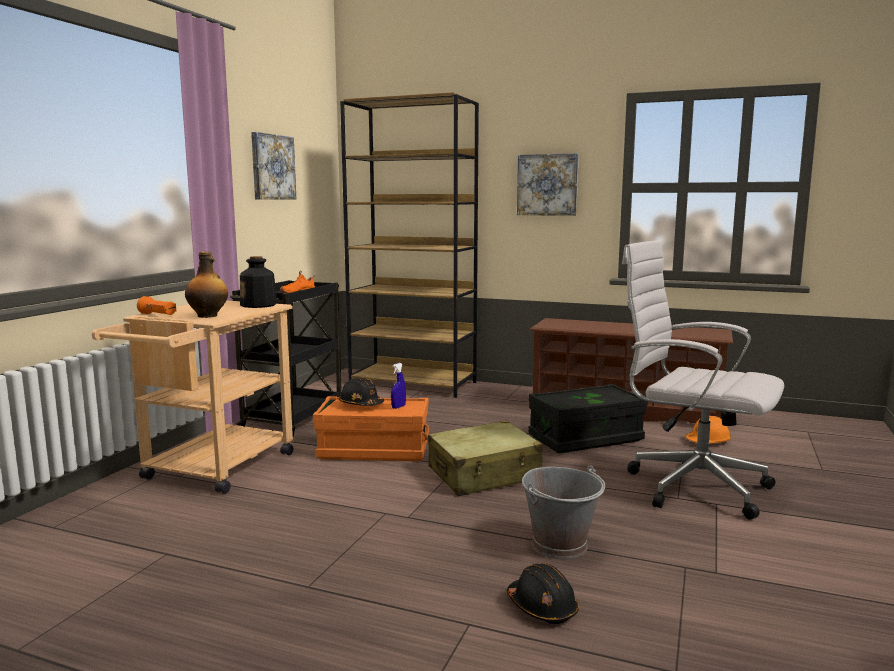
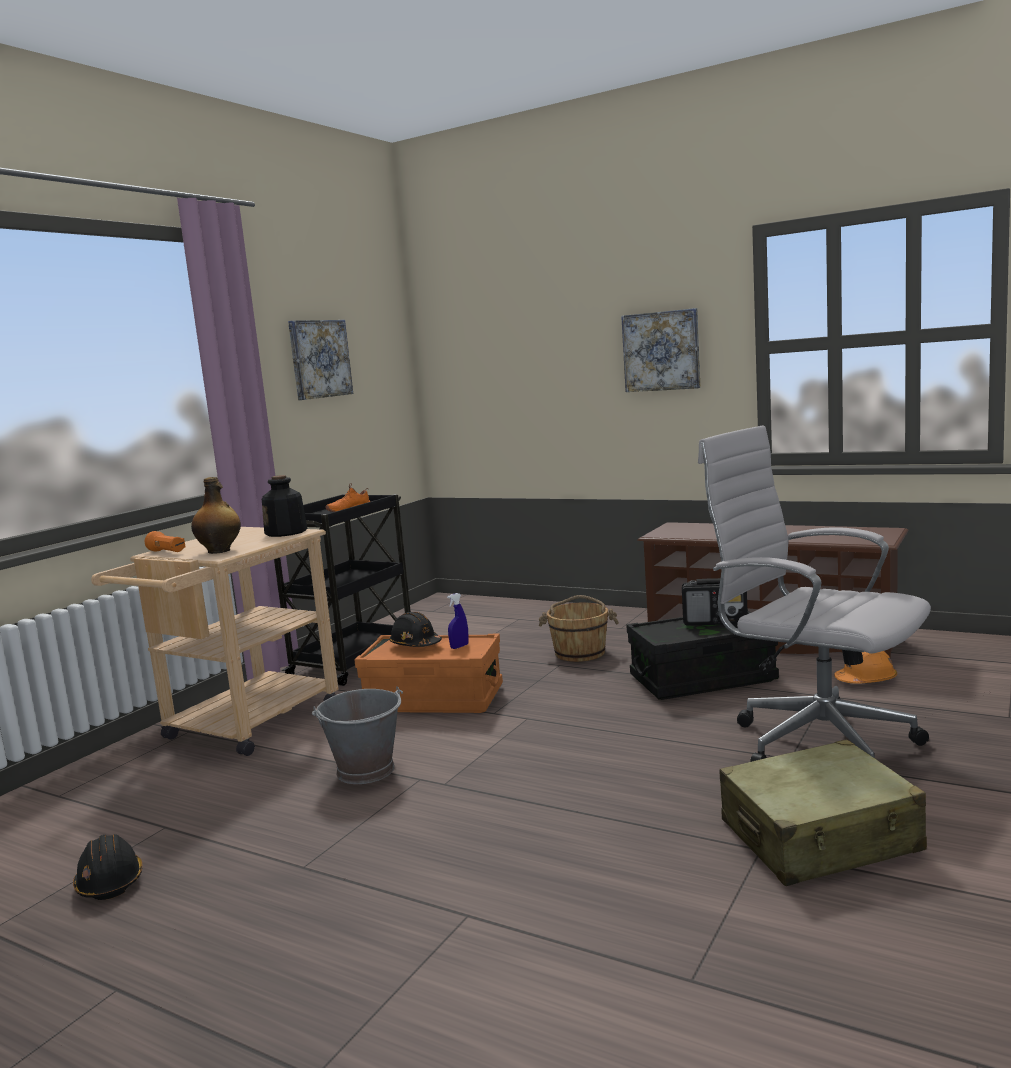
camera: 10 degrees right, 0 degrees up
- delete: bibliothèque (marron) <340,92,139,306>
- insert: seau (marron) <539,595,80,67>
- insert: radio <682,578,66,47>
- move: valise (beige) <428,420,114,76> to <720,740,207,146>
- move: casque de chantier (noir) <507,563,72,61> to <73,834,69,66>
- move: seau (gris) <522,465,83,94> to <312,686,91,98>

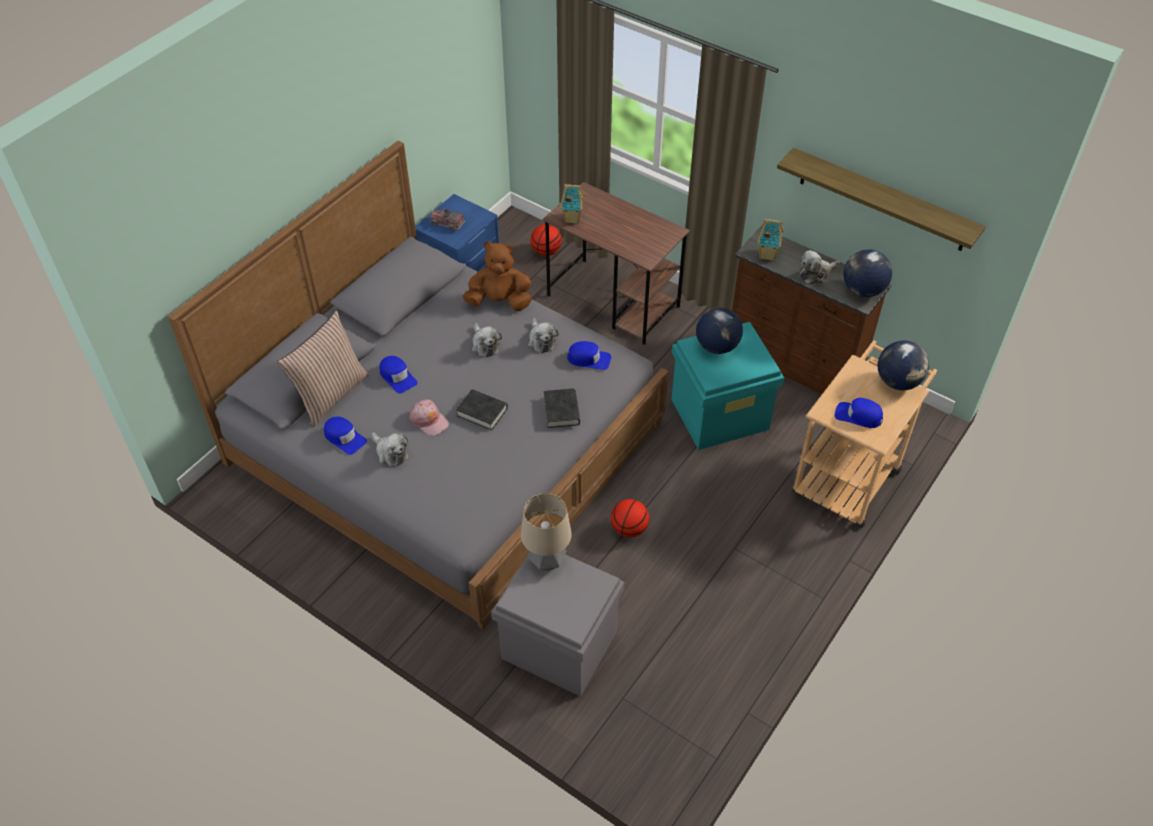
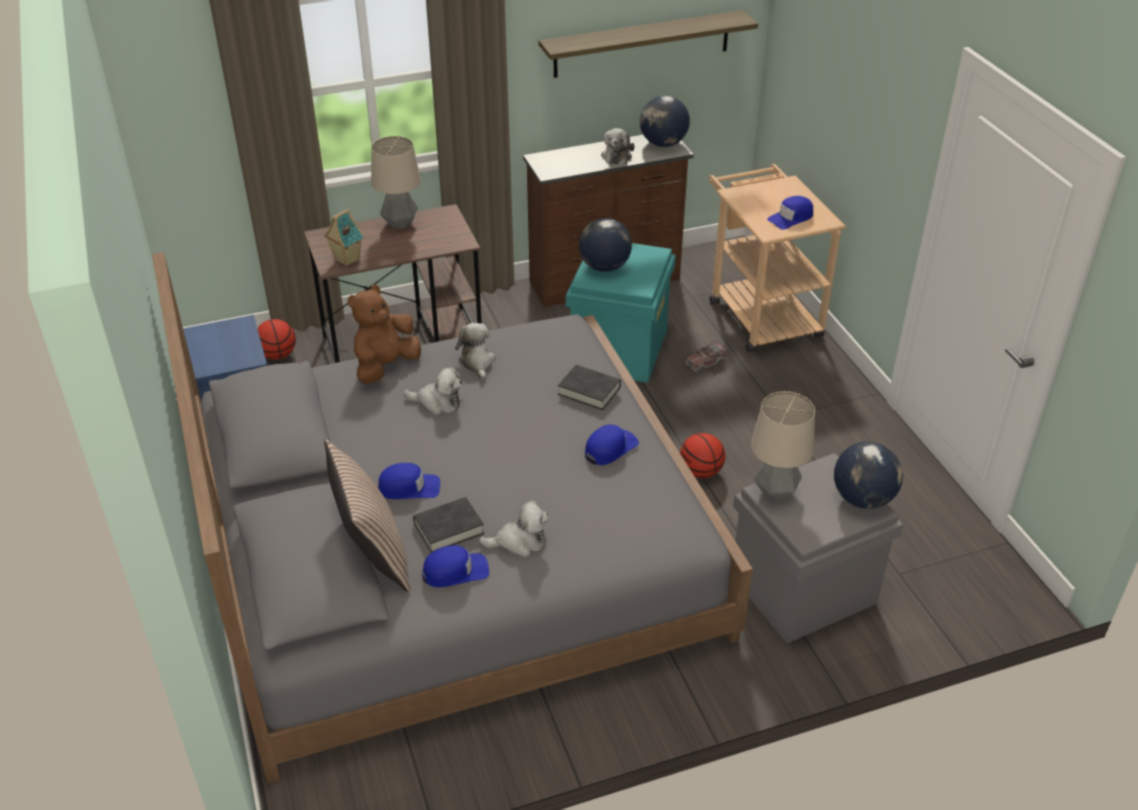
camera: 55 degrees left, 10 degrees down
- delete: casquette (rose) <409,399,40,37>
- delete: maison miniature <757,219,27,42>
- insert: lampe de table <371,136,50,93>
- move: camion jouet <430,209,36,22> to <685,341,43,32>
- move: livre (noir) <456,389,52,42> to <413,497,71,56>
- move: casquette (bleu) <567,341,44,29> to <585,425,54,40>
- move: globe <878,340,51,50> to <834,441,69,68>
- rotate: peluche <528,318,31,35> = <455,323,40,58> 120 degrees counterclockwise

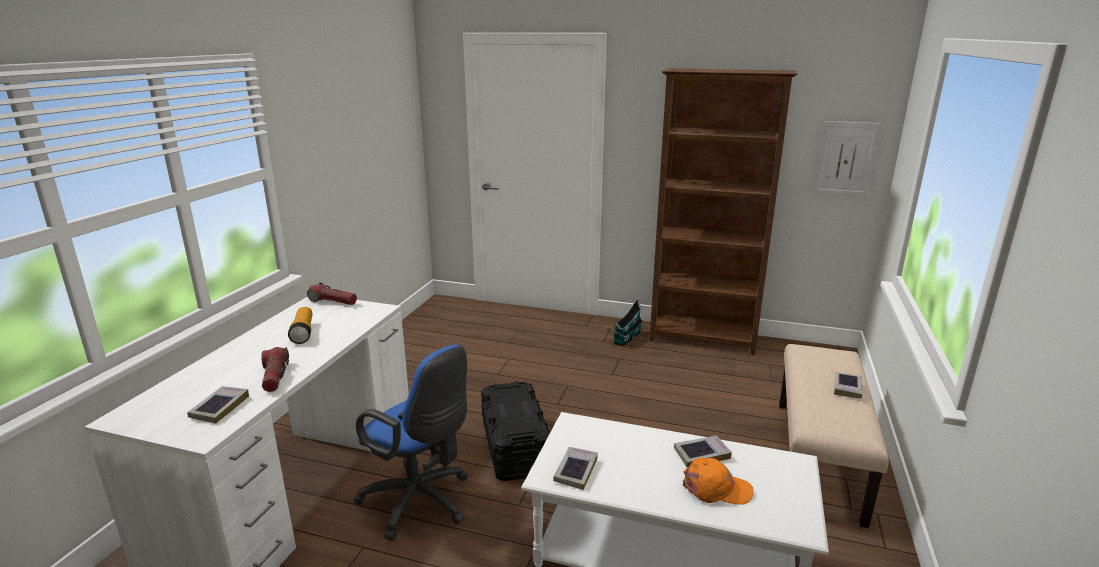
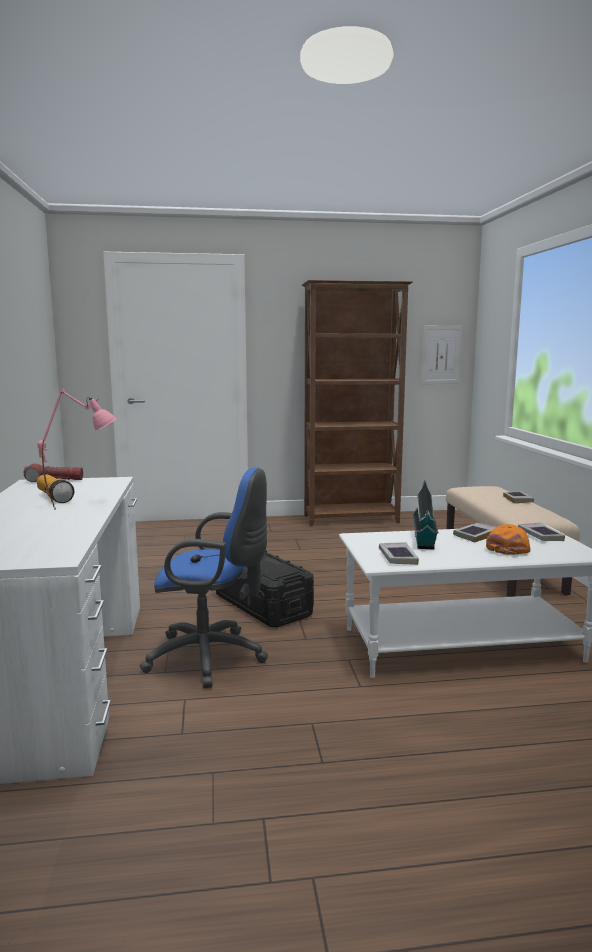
camera: 25 degrees left, 10 degrees down
- delete: lampe de poche <261,347,28,45>
- insert: lampe de table (rose) <37,389,80,121>
- move: livre <187,386,62,38> to <518,523,47,18>
- move: maison miniature <612,299,31,47> to <413,480,26,69>
- rotate: casquette (orange) <683,458,70,47> = <486,524,44,31> 45 degrees counterclockwise

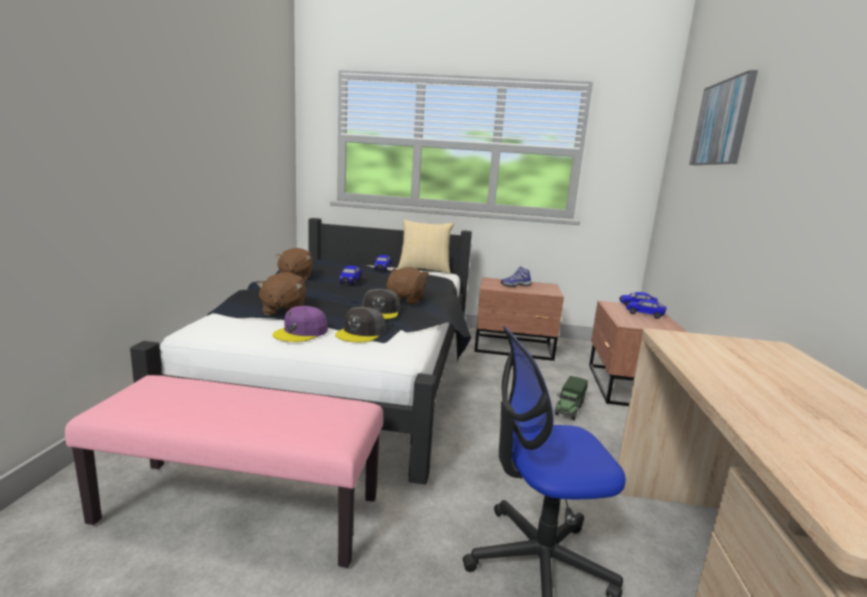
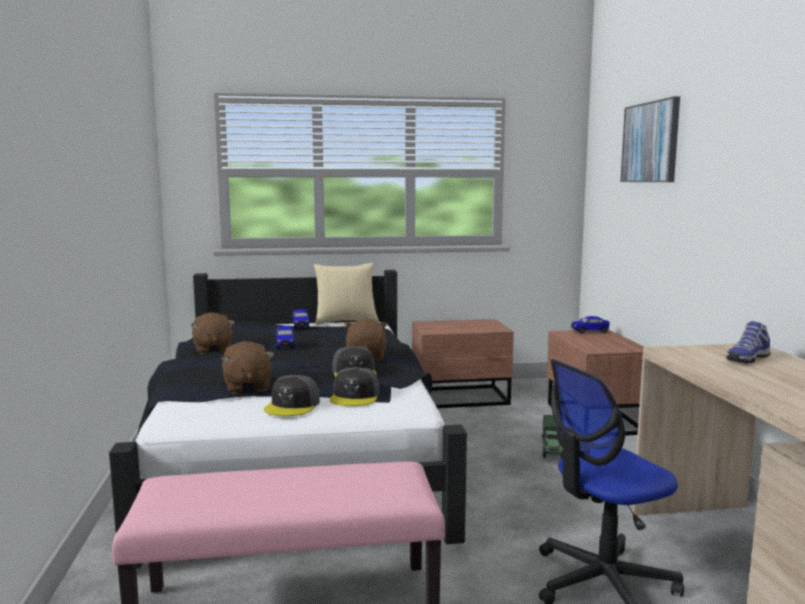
camera: 15 degrees left, 5 degrees down
- delete: petite voiture <626,299,41,20>
- move: chaussure <501,266,31,21> to <726,321,45,43>
- recolor: casquette (violet) <273,306,55,36> to casquette (gris) <264,375,56,41>

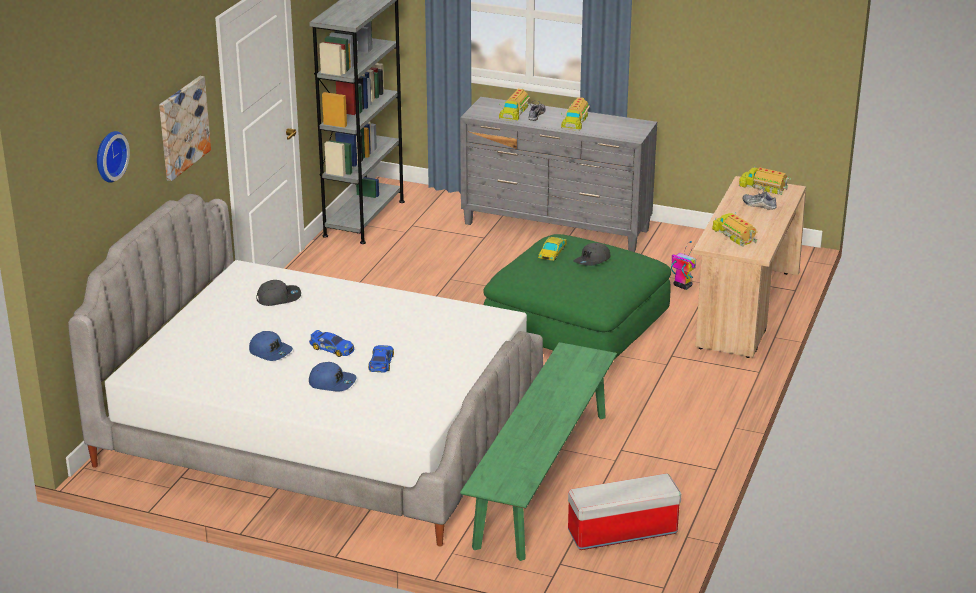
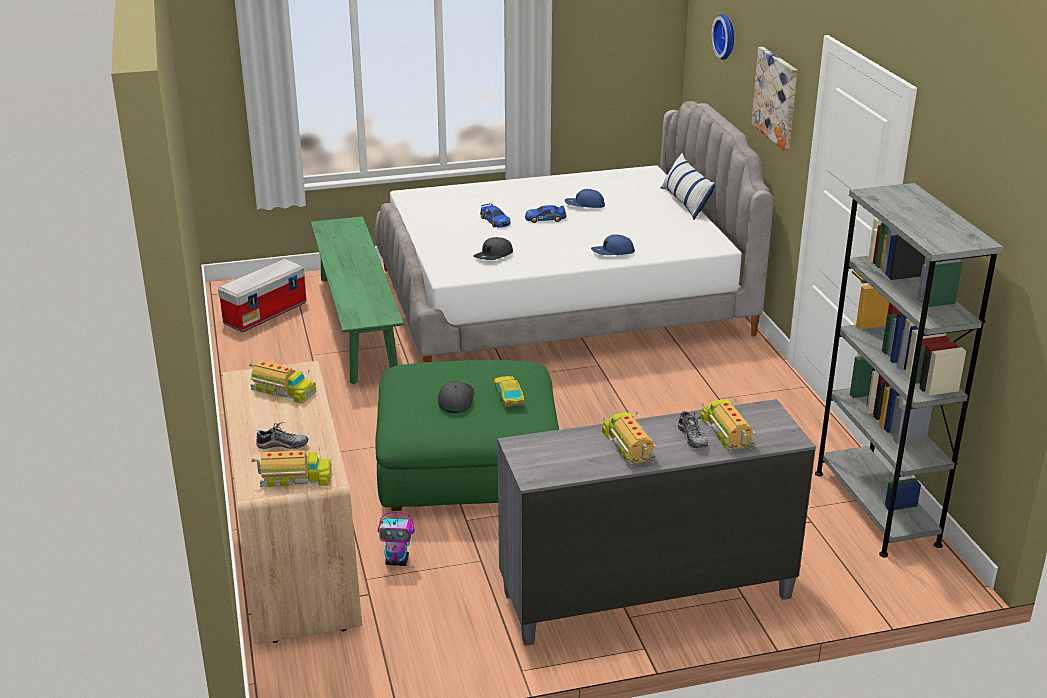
camera: 145 degrees right, 0 degrees up
- insert: coussin <661,152,54,68>
- move: casquette (gris) <256,280,45,26> to <473,237,40,23>
- move: casquette (bleu) <309,362,47,30> to <591,234,44,21>

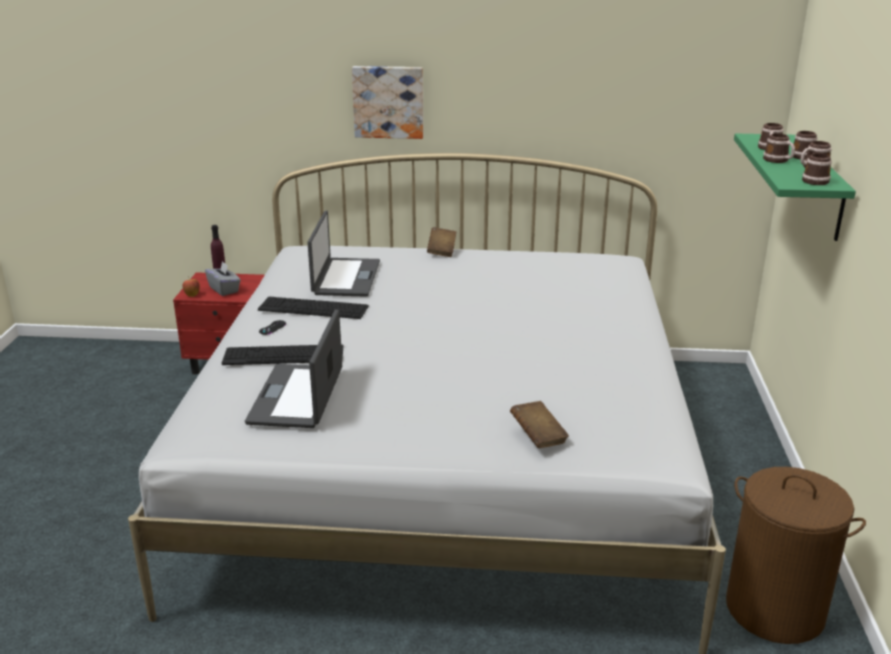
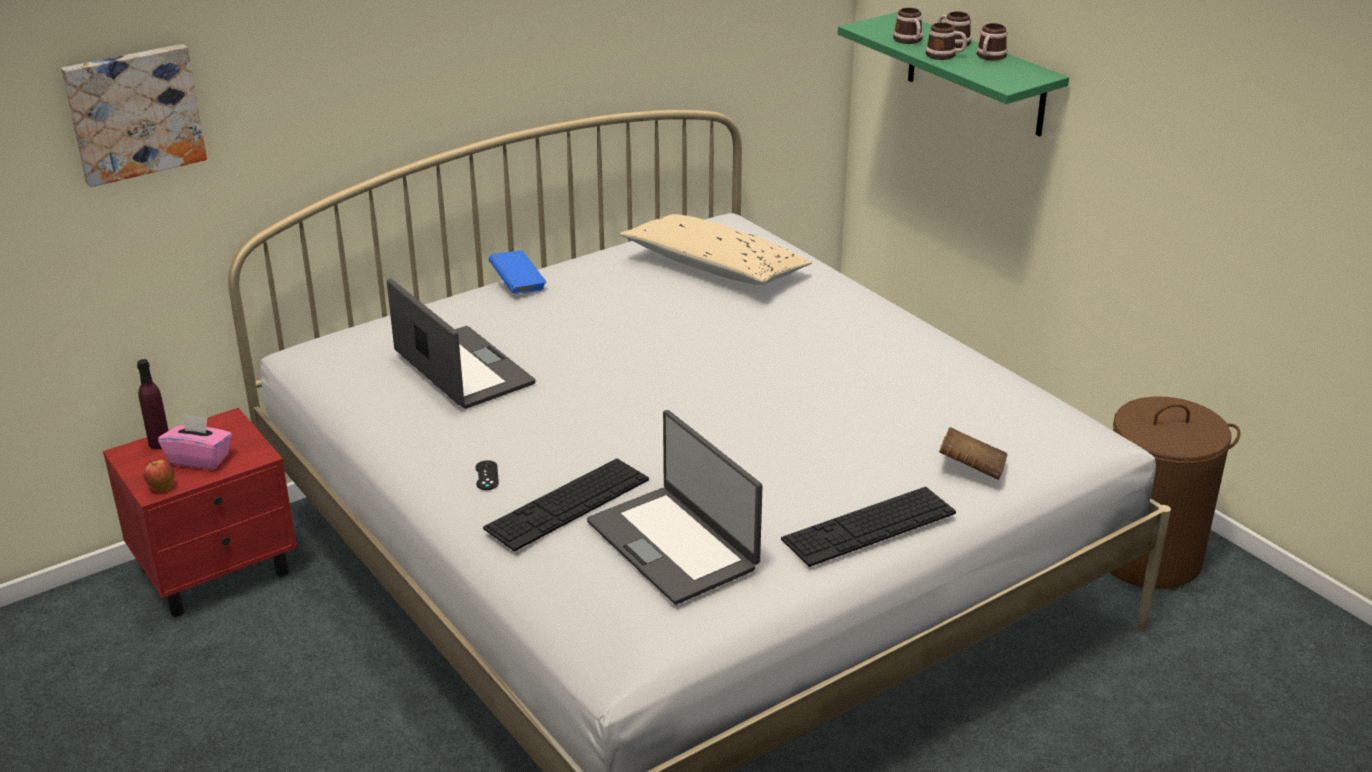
camera: 40 degrees left, 5 degrees up
- delete: mug <802,154,30,31>
- insert: coussin (beige) <620,214,192,71>
- move: clavier <258,297,111,22> to <781,487,175,80>
- move: tableau <352,66,72,73> to <61,44,146,143>
- recolor: boîte à mouchoirs (gris) <205,261,36,35> to boîte à mouchoirs (rose) <158,414,74,56>
- recolor: livre (marron) <427,227,30,30> to livre (bleu) <489,250,57,44>

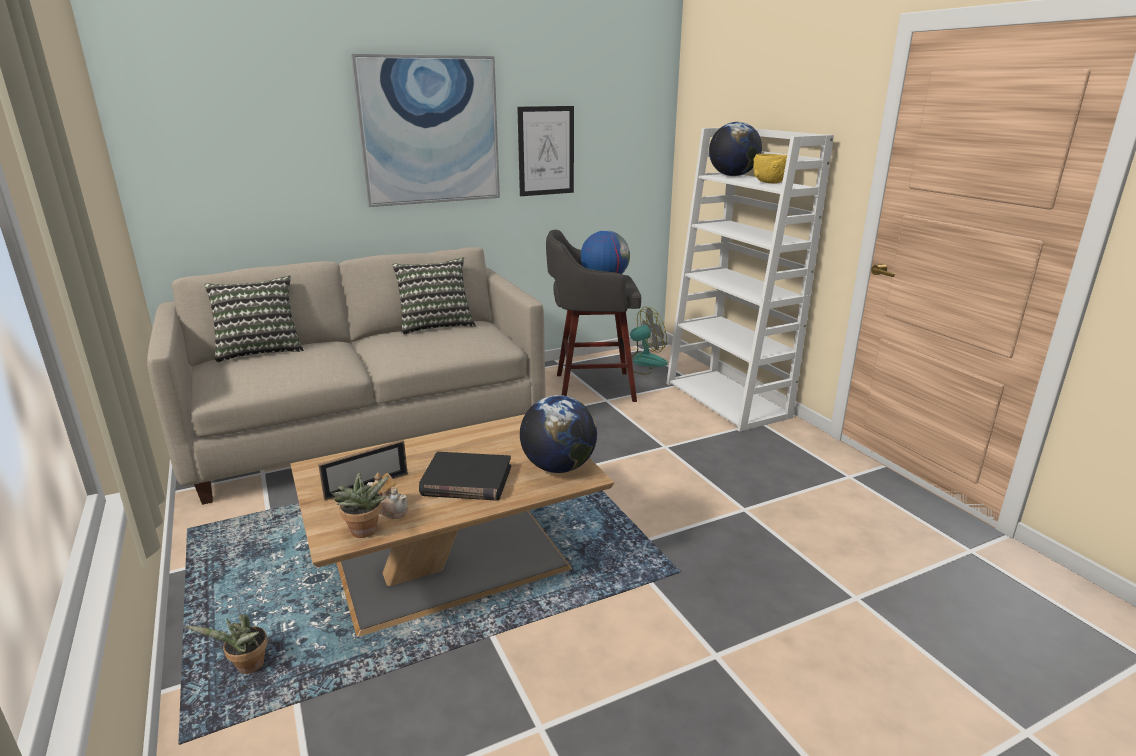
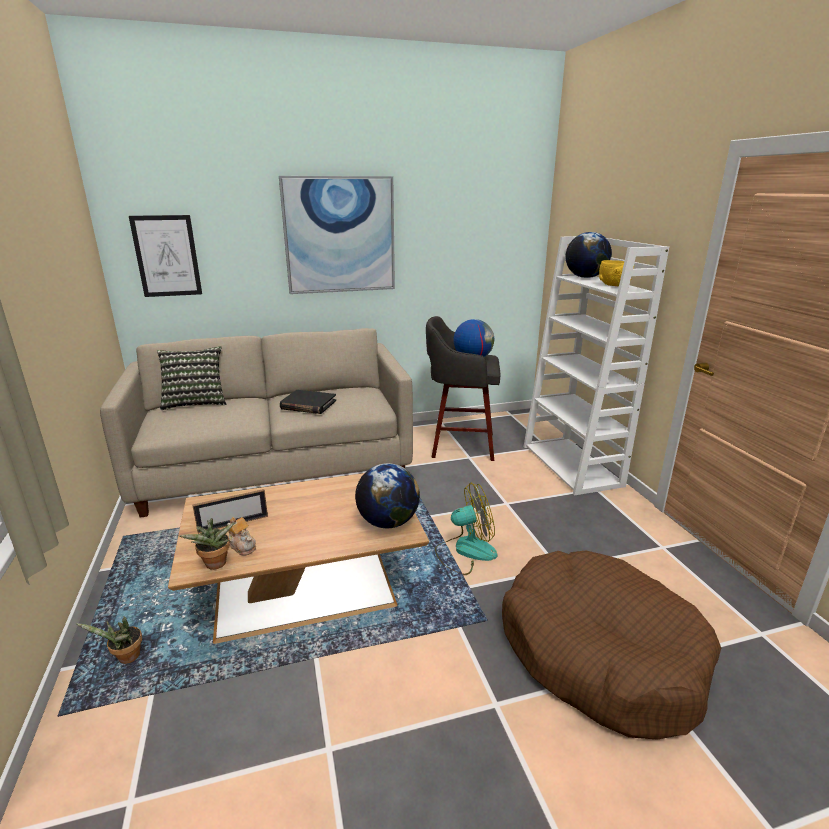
camera: 10 degrees right, 0 degrees up
- delete: coussin <392,258,84,77>
- insert: panier pour chien (marron) <502,550,219,190>
- move: livre (noir) <419,452,92,49> to <280,390,56,24>
- move: tableau <517,106,57,90> to <129,215,73,82>
- move: ventilateur <618,307,50,67> to <435,483,63,92>

